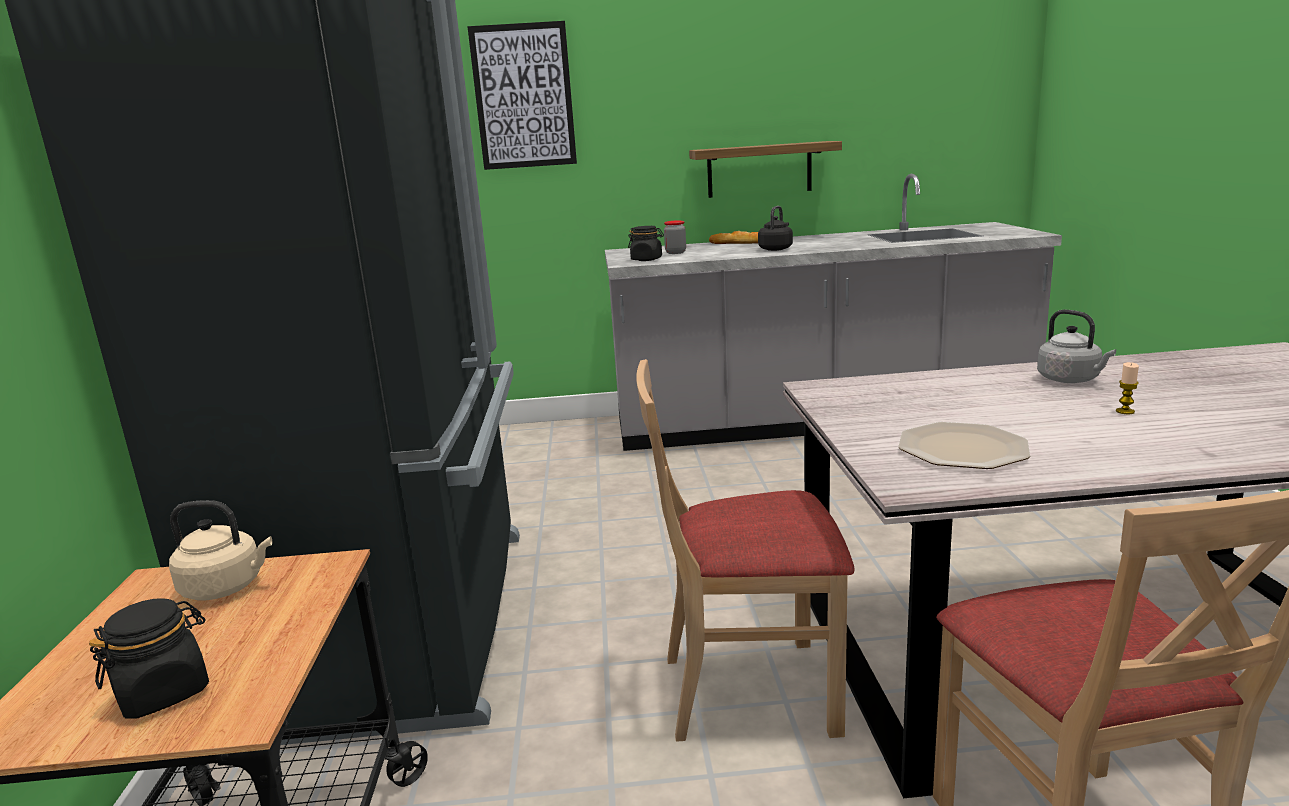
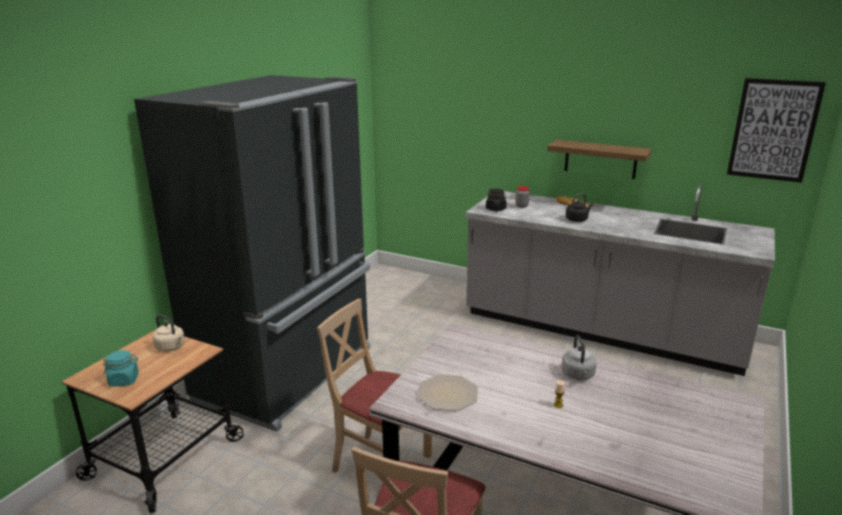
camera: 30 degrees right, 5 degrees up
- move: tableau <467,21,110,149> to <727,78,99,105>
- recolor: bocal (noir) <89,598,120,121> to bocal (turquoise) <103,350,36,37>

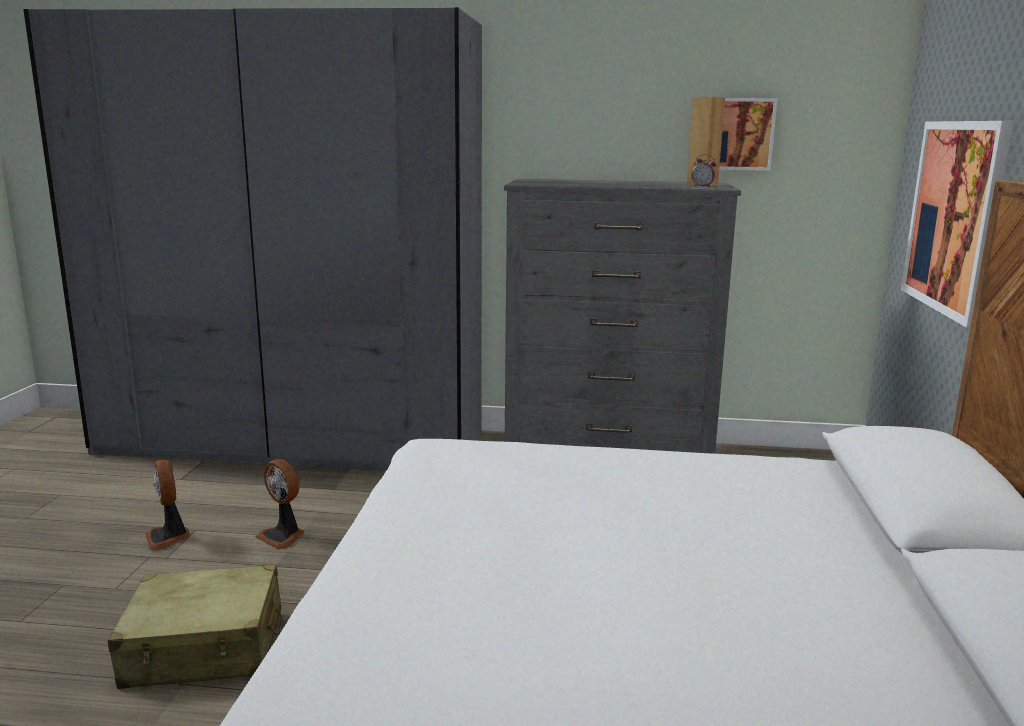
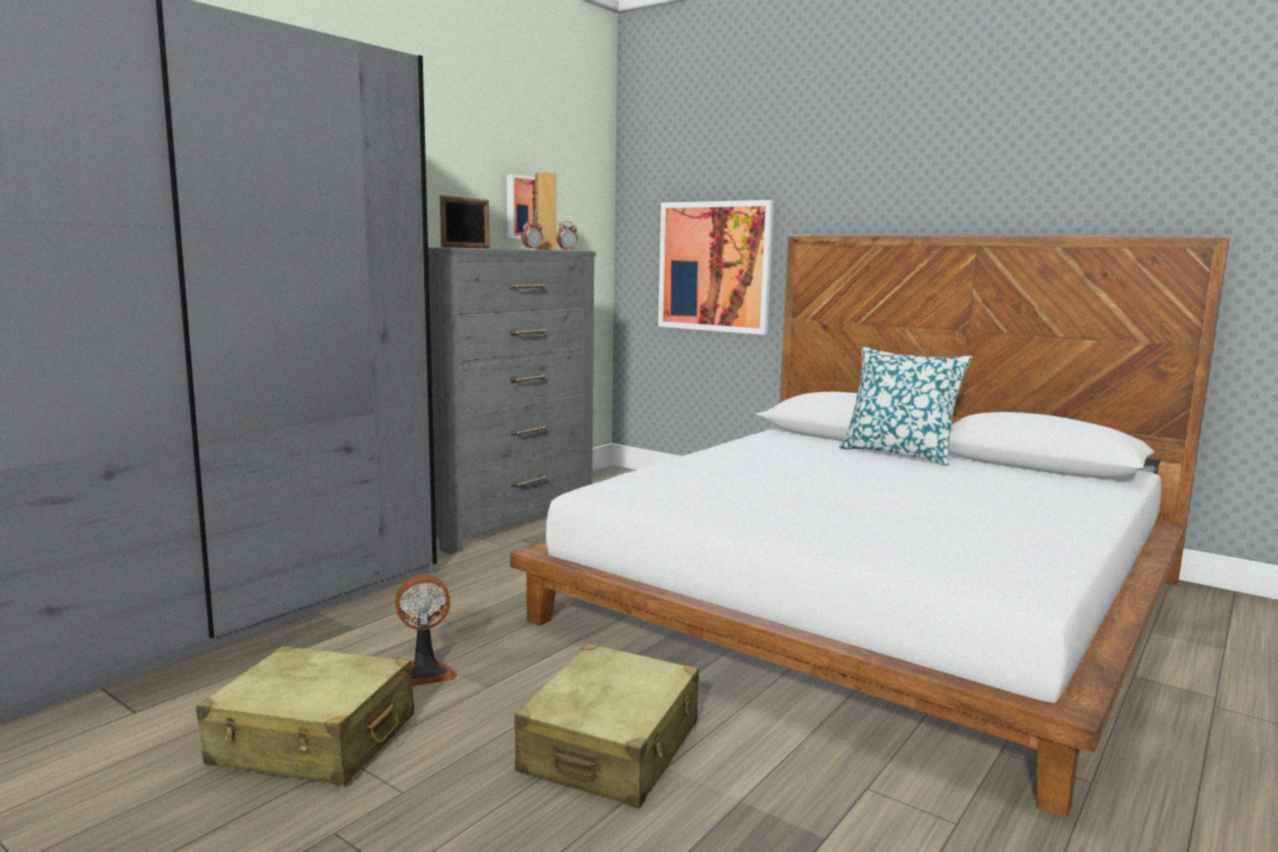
camera: 60 degrees left, 5 degrees down
- insert: cadre photo <440,195,50,54>
- insert: réveil <521,220,22,29>
- insert: coussin <839,347,134,119>
- replace: ventilateur <146,460,44,90> to valise (beige) <196,646,218,139>

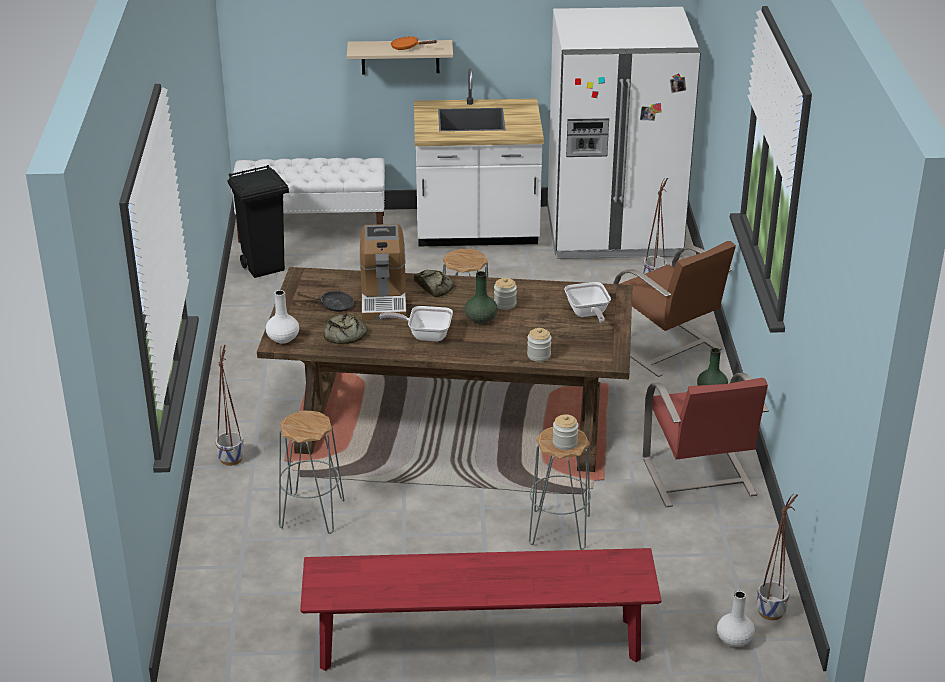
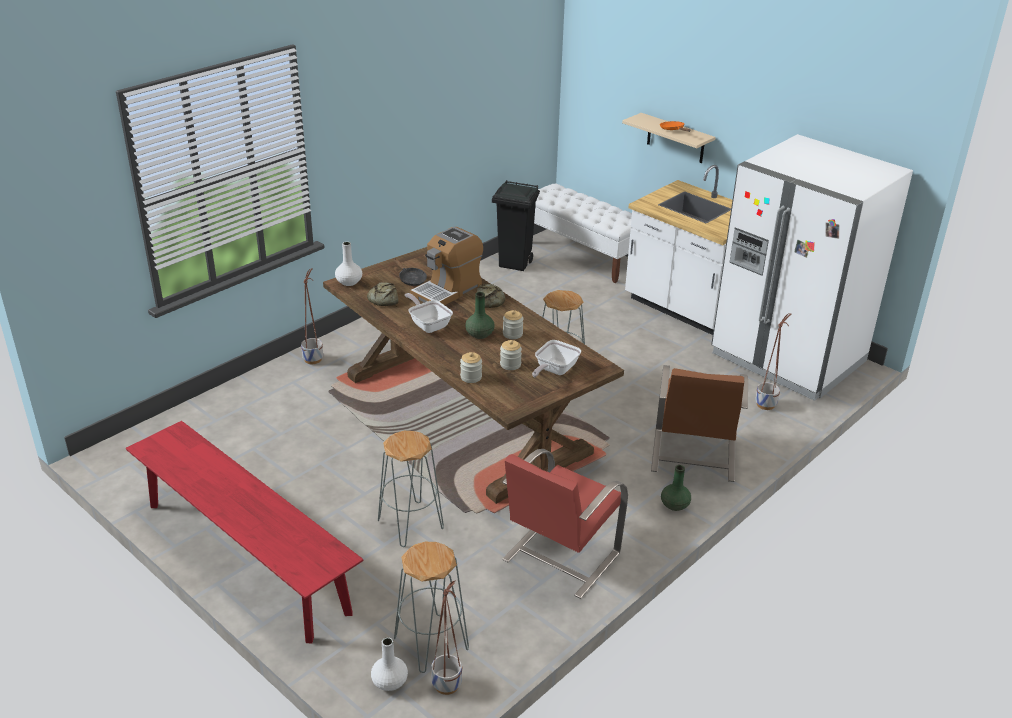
camera: 45 degrees right, 0 degrees up
- move: tabouret (gris) <279,410,66,124> to <394,542,75,131>
- move: bocal <553,414,26,36> to <500,340,22,30>

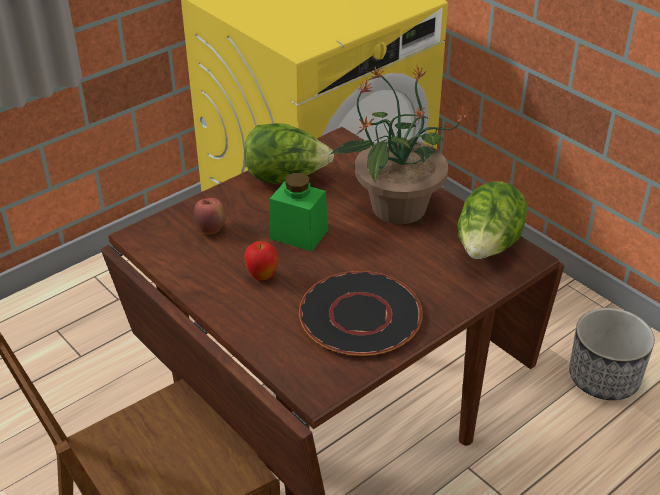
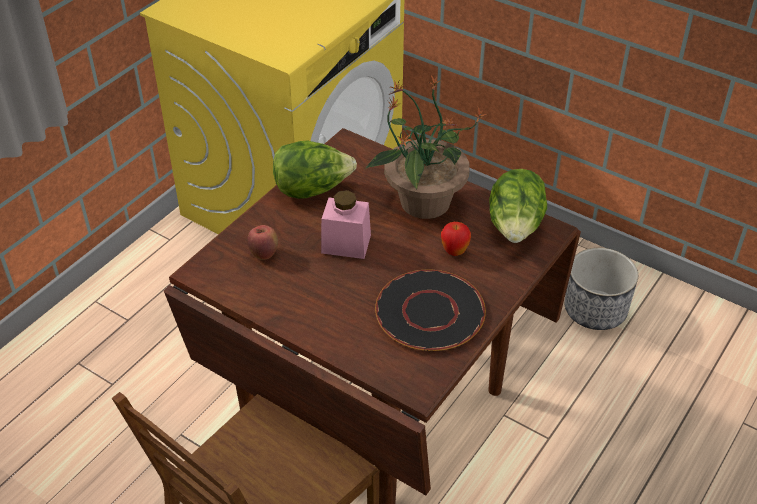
camera: 15 degrees left, 5 degrees up
- move: pomme <244,241,34,40> to <441,222,30,34>
- recolor: bocal (vert) <269,173,59,78> to bocal (rose) <321,190,50,69>

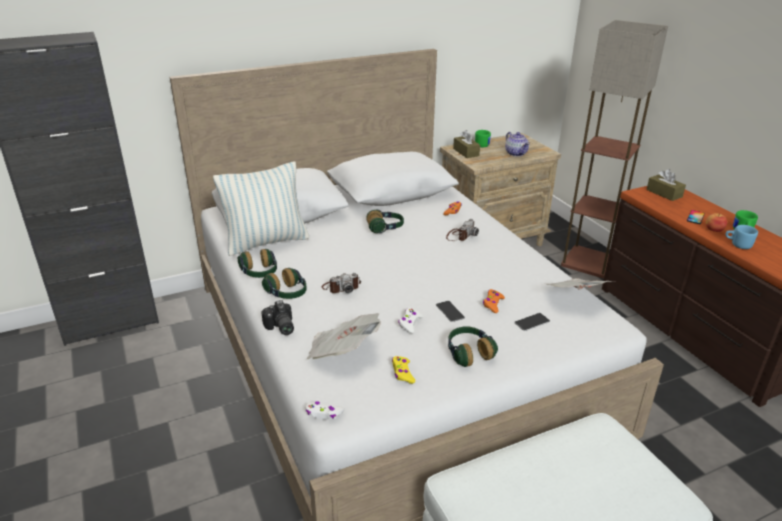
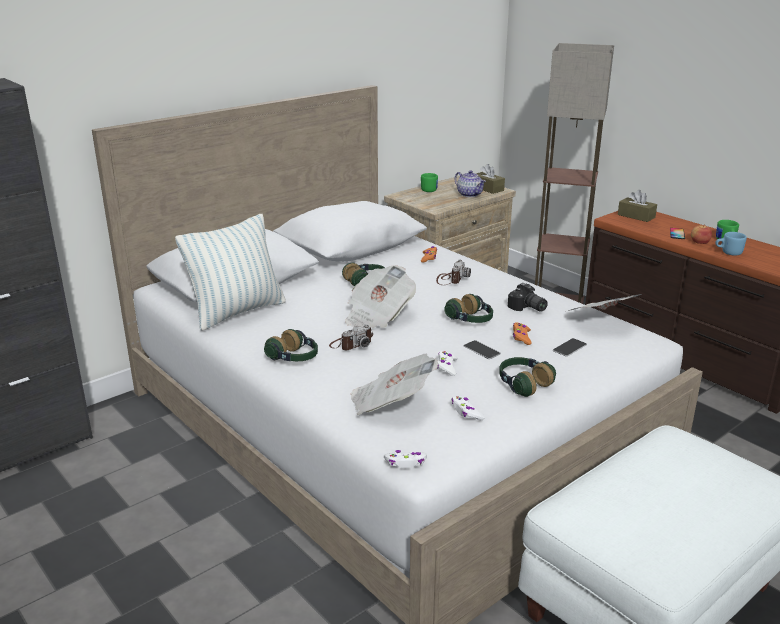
camera: 15 degrees left, 5 degrees down
- insert: journal <345,265,71,63>
- move: casque audio <238,249,39,29> to <445,294,48,29>
- move: appareil photo <261,300,33,35> to <508,283,40,29>
- move: boîte à mouchoirs (marron) <453,130,27,28> to <476,164,29,30>
- recolor: manette (jaune) <392,356,23,28> to manette (blanc) <452,396,33,24>

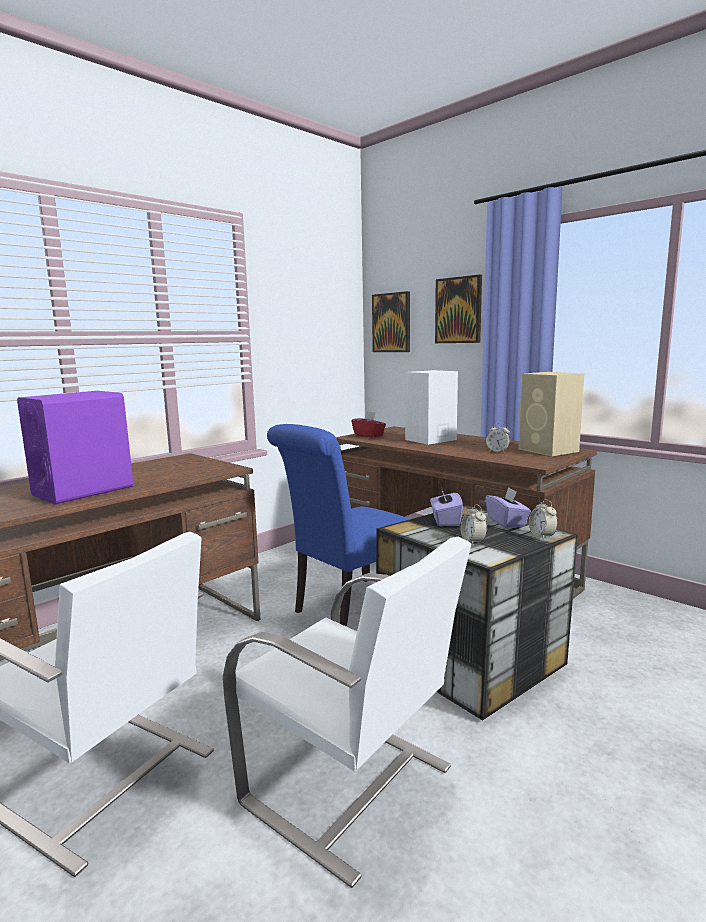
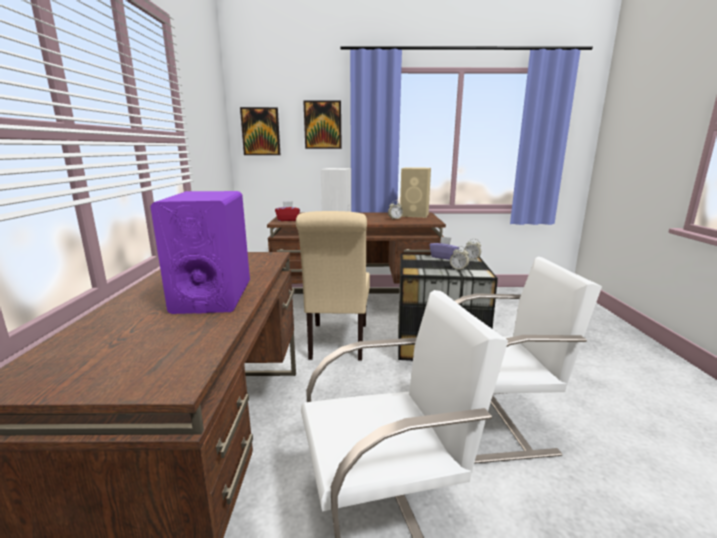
camera: 45 degrees left, 5 degrees up
- delete: boîte à mouchoirs (violet) <430,487,33,39>
- recolor: chaise (bleu) <267,424,143,203> to chaise (beige) <296,211,74,149>

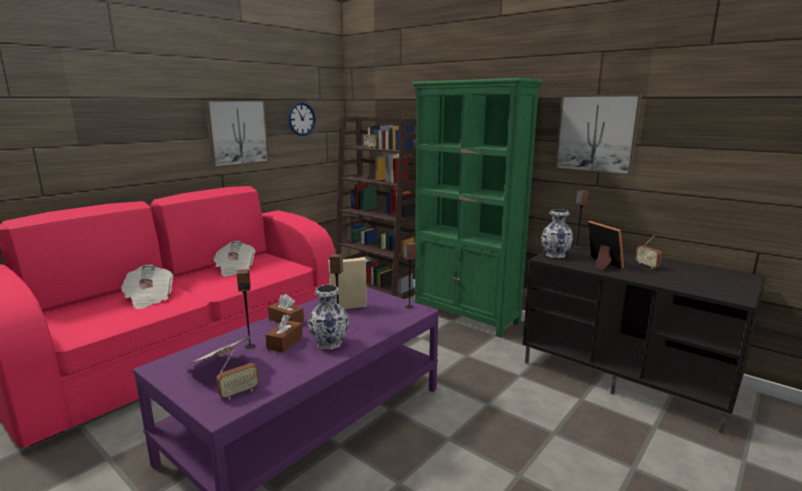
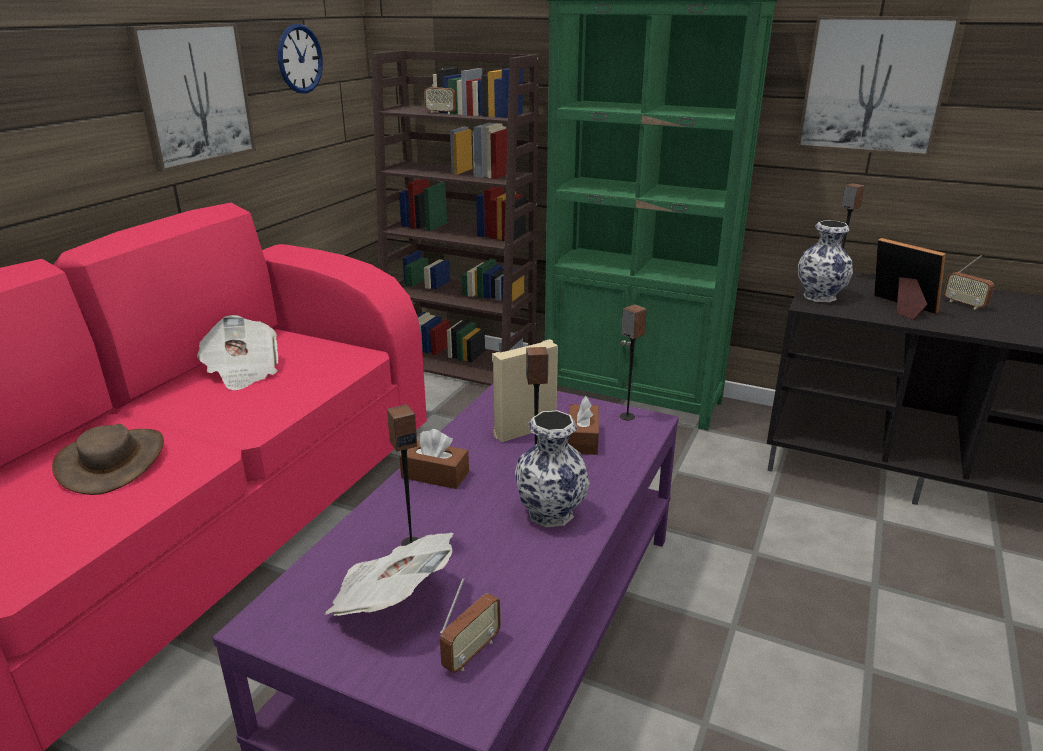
camera: 15 degrees left, 10 degrees up
- move: boîte à mouchoirs (marron) <265,314,38,38> to <568,396,31,59>
- replace: journal <121,265,53,44> to chapeau (marron) <52,424,112,71>

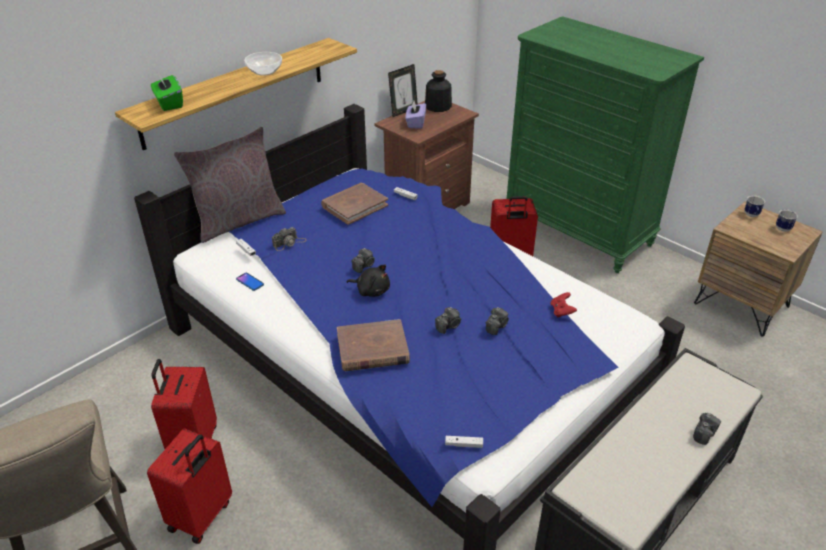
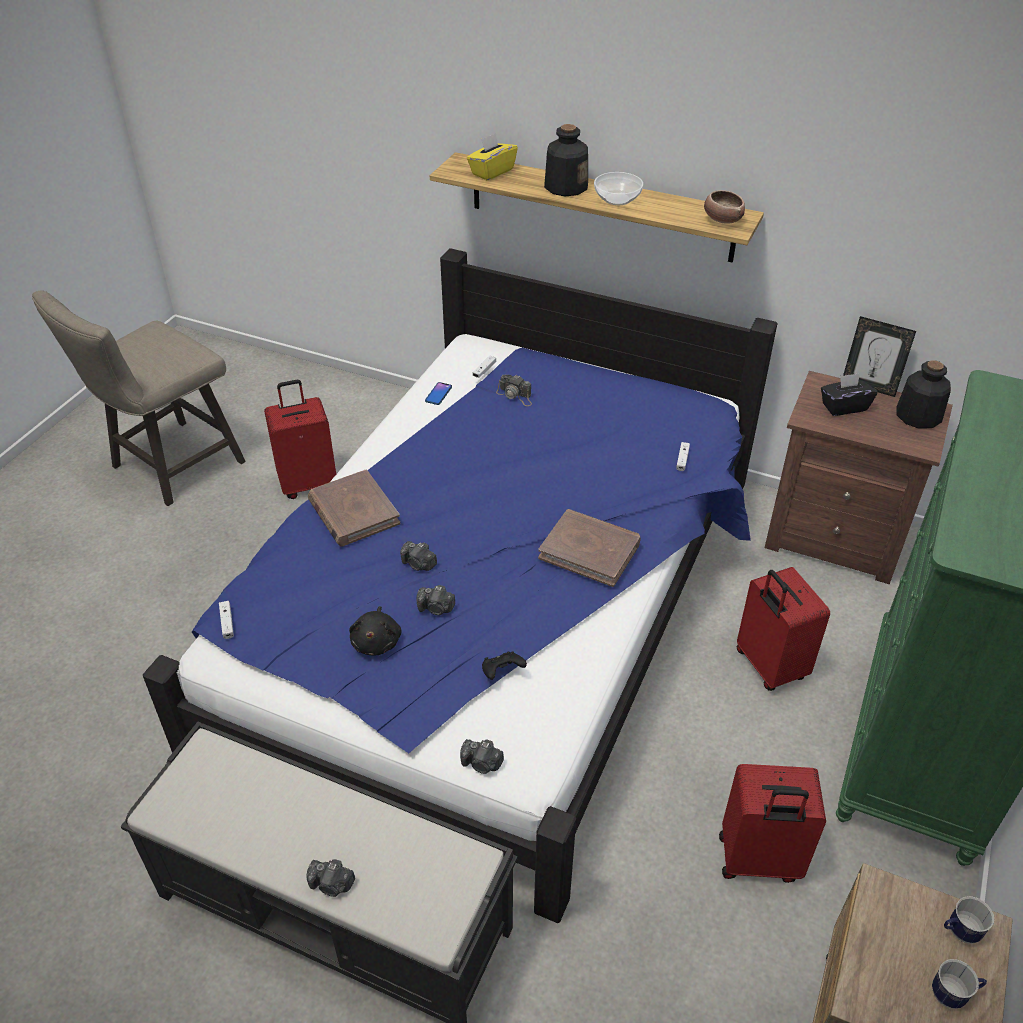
camera: 70 degrees right, 5 degrees up
- delete: coussin (gris) <174,127,112,116>
- insert: bouteille <544,124,44,72>
- insert: bol <704,190,41,34>
- move: valise (rouge) <147,429,85,115> to <719,764,107,119>
- move: livre (marron) <321,183,67,42> to <538,509,103,78>
- move: peluche (noir) <347,264,43,33> to <349,606,52,50>
- move: appareil photo <351,248,24,25> to <460,739,44,35>
- recolor: boîte à mouchoirs (vert) <151,73,32,38> to boîte à mouchoirs (jaune) <467,133,51,47>
- recolor: boîte à mouchoirs (violet) <406,101,20,28> to boîte à mouchoirs (noir) <821,373,56,43>
- recolor: manette (rouge) <550,292,27,26> to manette (noir) <482,651,45,29>

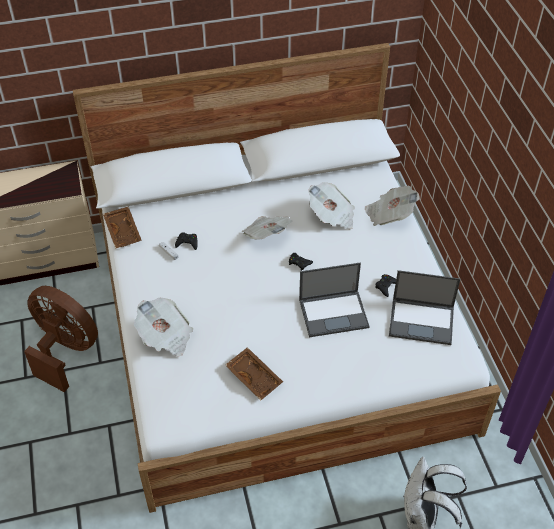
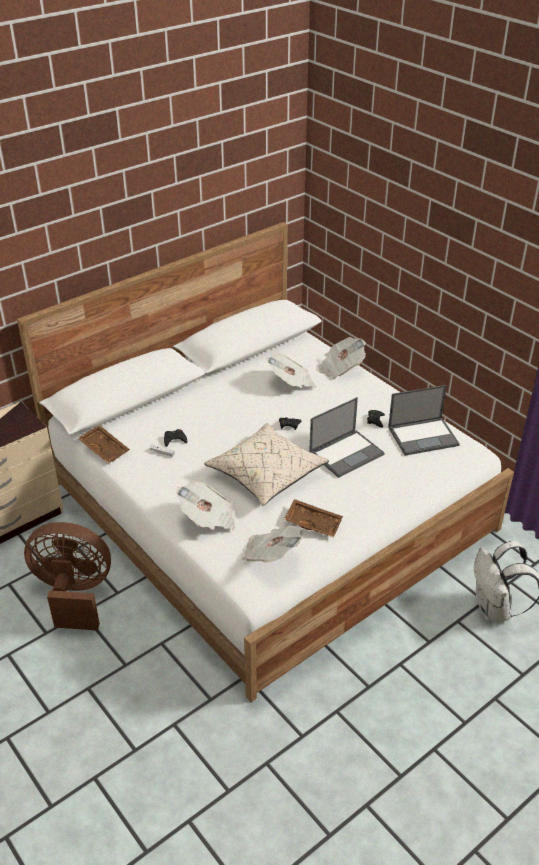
camera: 25 degrees left, 10 degrees down
- insert: coussin (beige) <204,423,125,82>
- move: journal <241,216,51,24> to <242,525,60,38>

